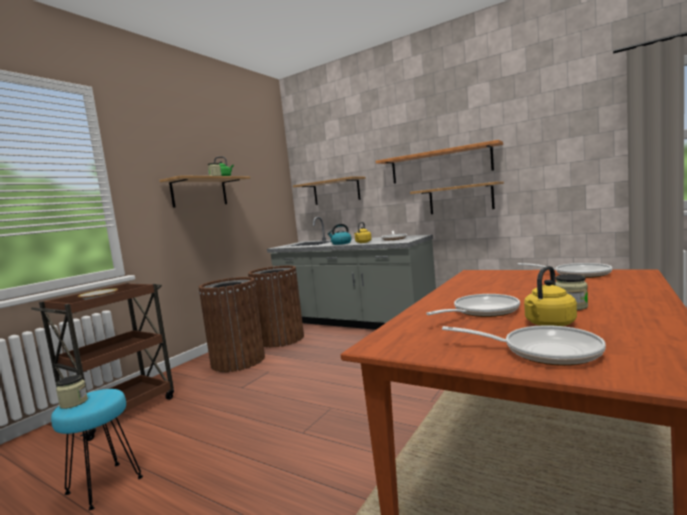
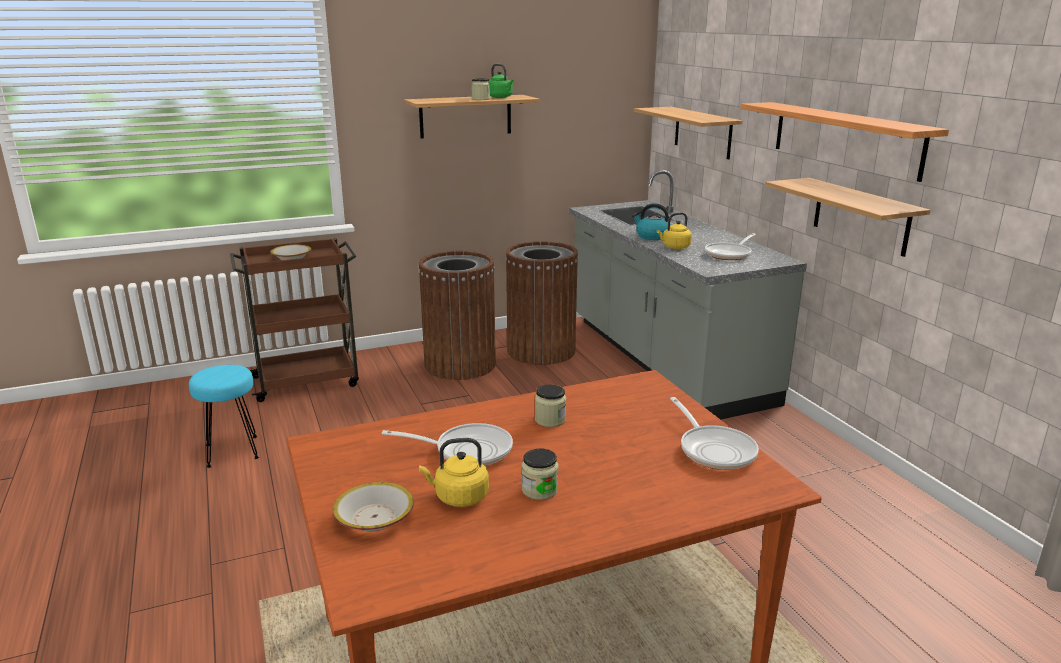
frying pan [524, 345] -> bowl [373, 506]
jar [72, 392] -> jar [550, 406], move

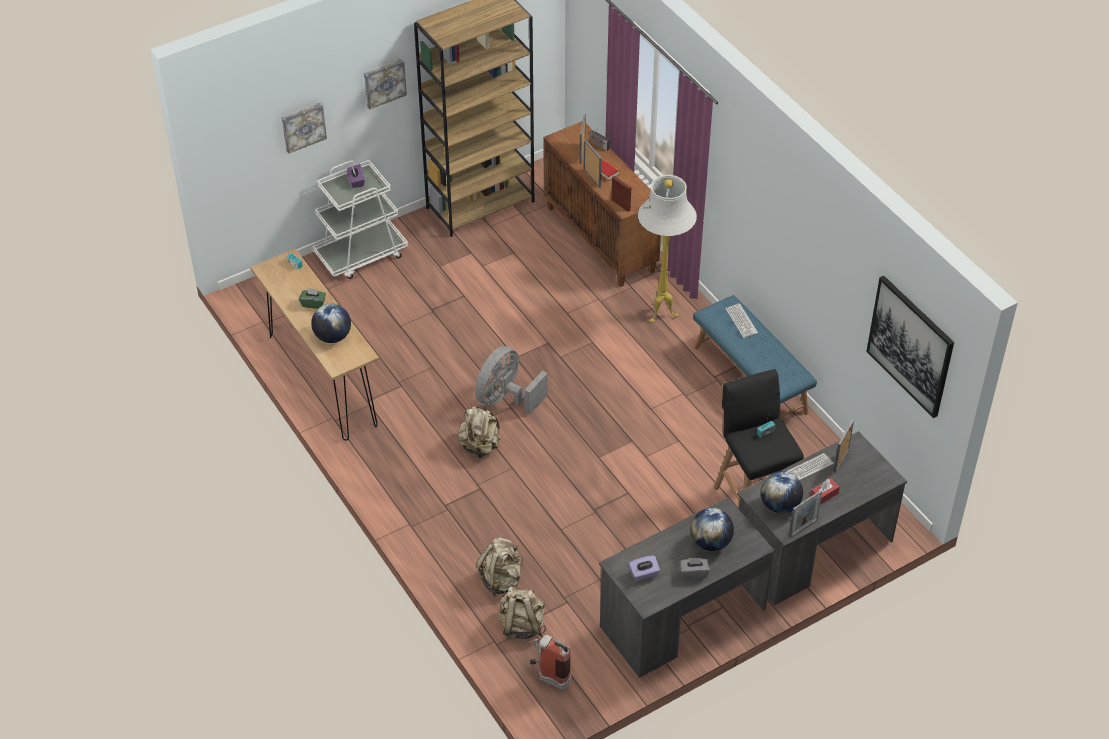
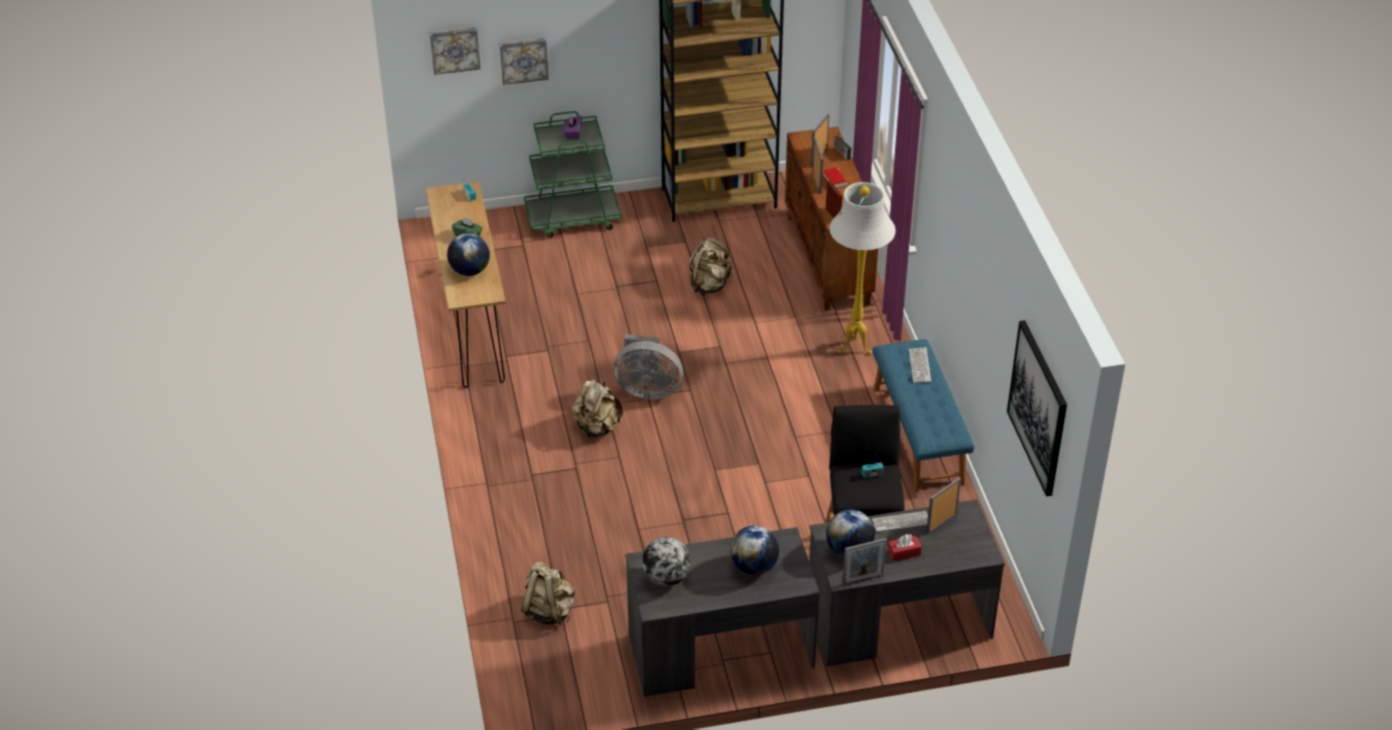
picture [385, 84] -> picture [455, 51], move
white cart [360, 219] -> green cart [573, 174]
grey fan [511, 380] -> grey fan [648, 367], 135 degrees counterclockwise
purple tissue box [644, 568] -> globe [666, 562]
beige backpack [499, 567] -> beige backpack [710, 266], move
fire extinguisher [550, 662] -> none
grey tissue box [695, 568] -> none

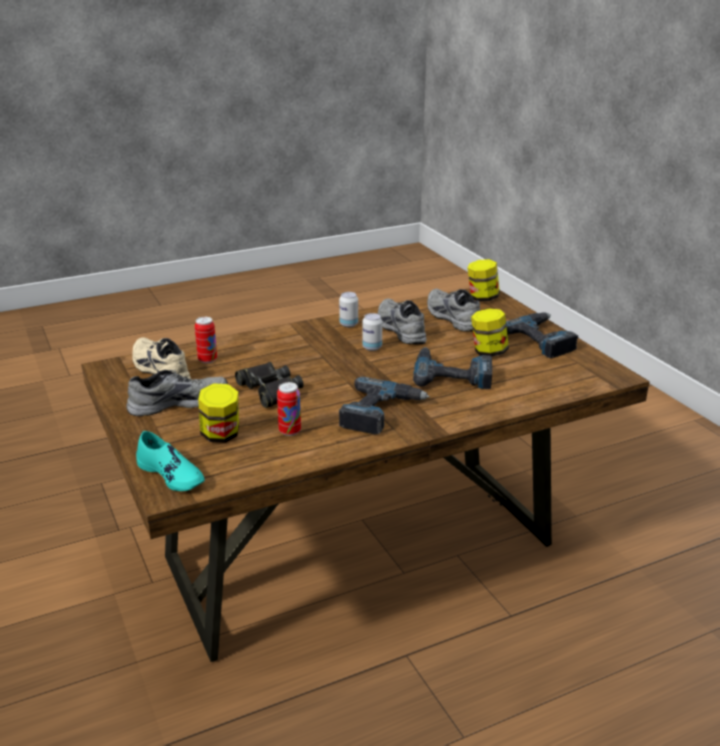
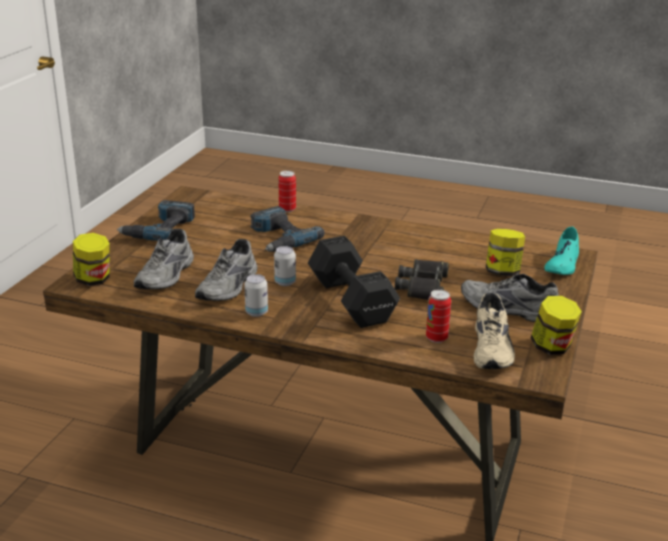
can [289, 409] -> can [287, 191], move
none -> black dumbbell [354, 282]
jar [490, 333] -> jar [556, 325], move
turquoise shoe [170, 461] -> turquoise shoe [561, 250], 150 degrees counterclockwise
power drill [384, 405] -> none

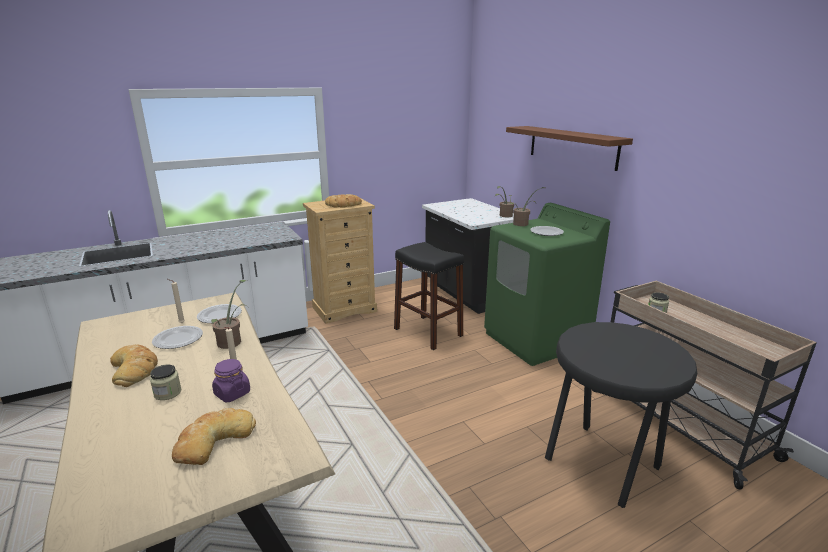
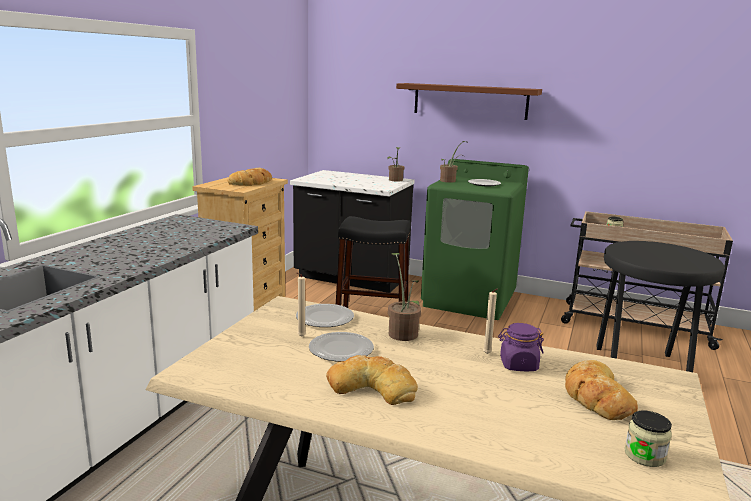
jar [165, 382] -> jar [648, 439], move

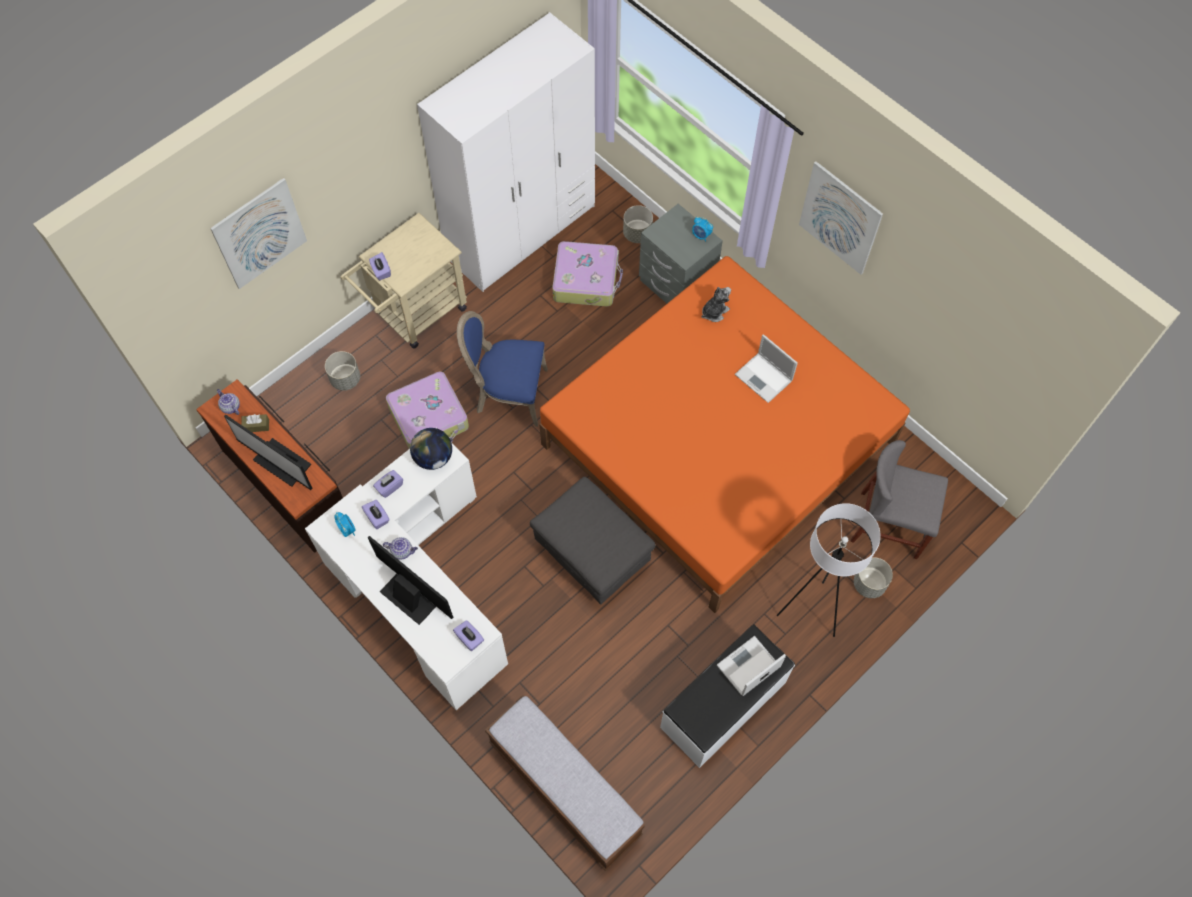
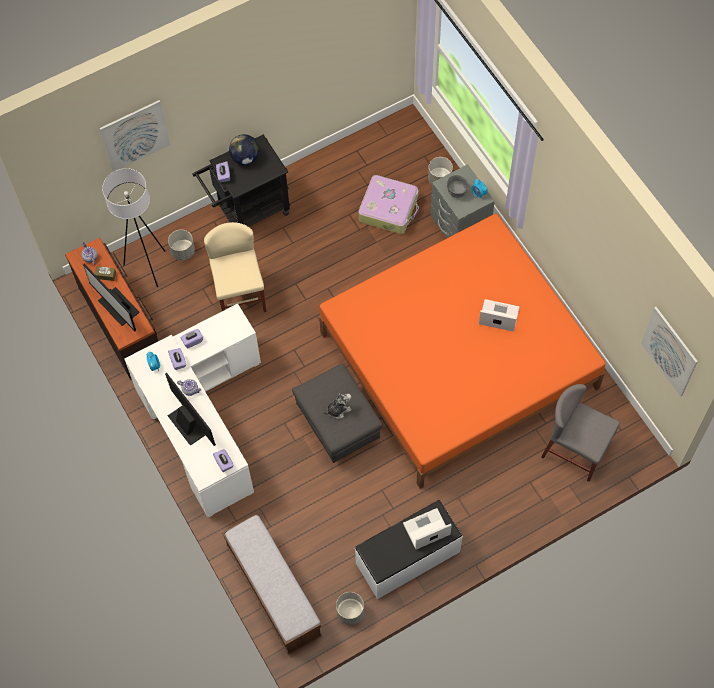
white floor lamp [829, 570] -> white floor lamp [133, 227], move
beige cart [404, 281] -> black cart [241, 181]
suitcase [427, 410] -> beige chair [235, 267]
globe [431, 449] -> globe [244, 149], move
plush toy [716, 304] -> plush toy [338, 406], move
grey planter [873, 577] -> grey planter [350, 608], move
none -> grey bowl [458, 186]
laptop [766, 368] -> laptop [499, 315], 135 degrees clockwise
picture [841, 218] -> picture [669, 352], move
white wardrobe [506, 152] -> none
blue chair [502, 369] -> none

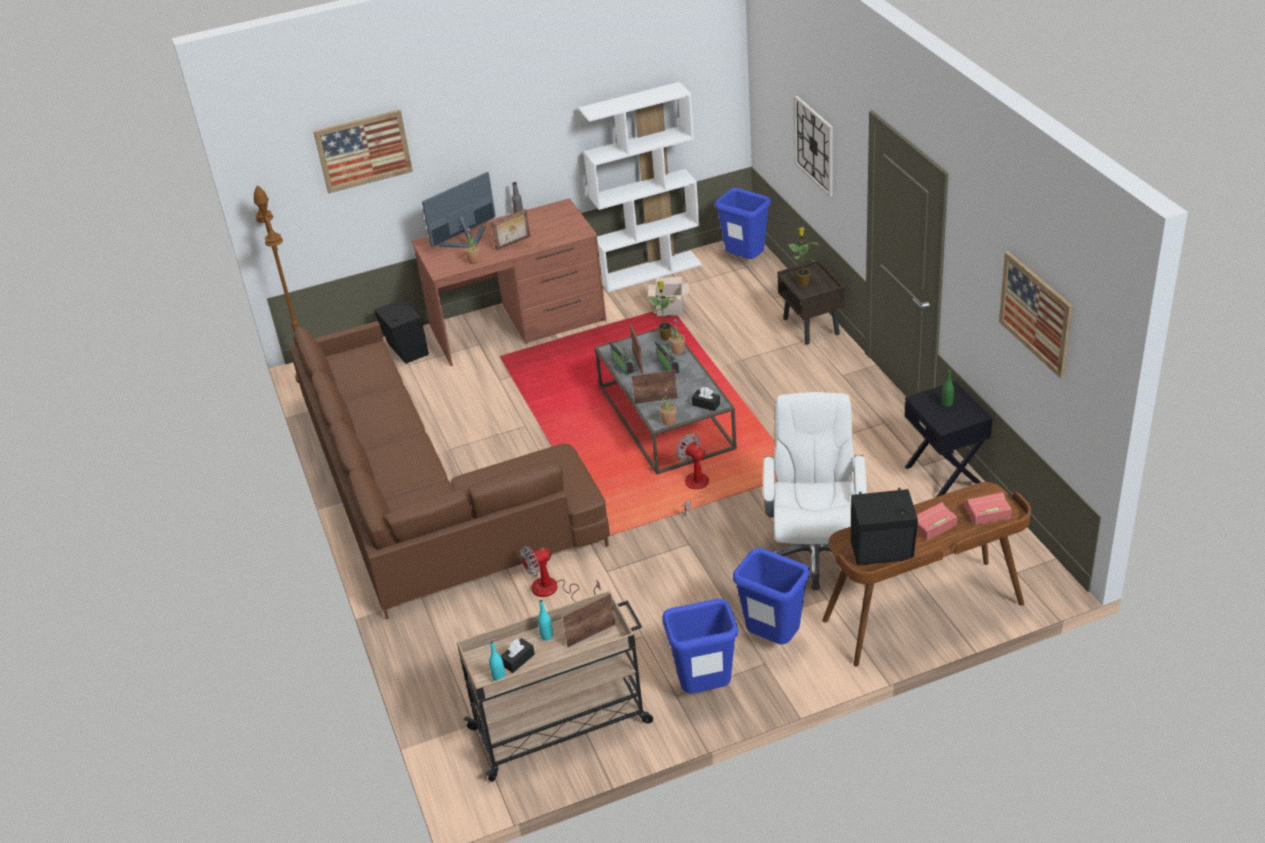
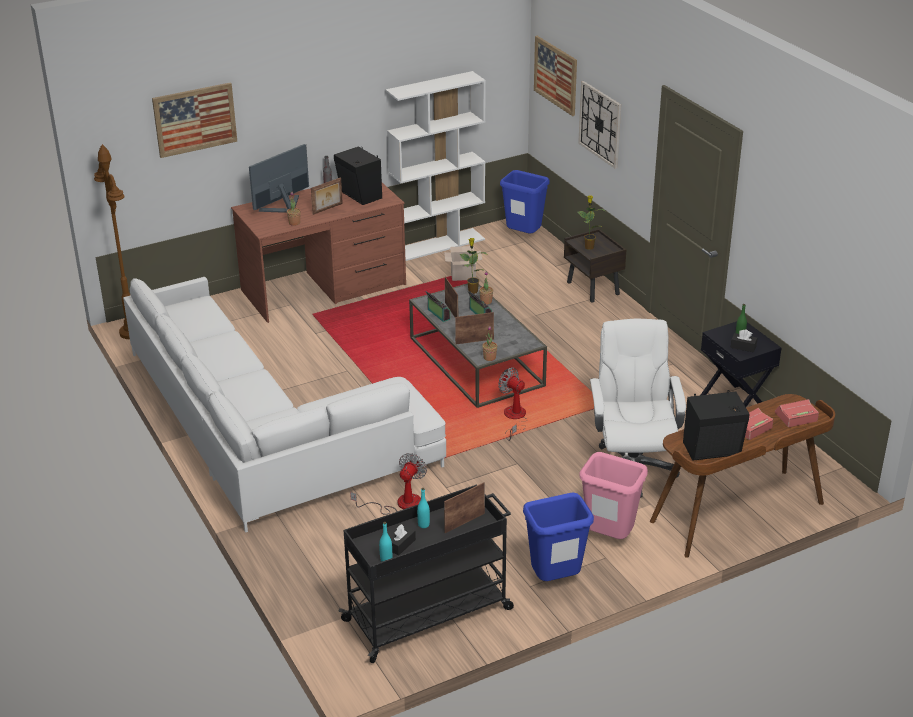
brown sofa [449, 470] -> white sofa [284, 405]
black speaker [401, 331] -> black speaker [358, 175], move
beige cart [555, 686] -> black cart [426, 573]
fan [560, 574] -> fan [388, 484], 150 degrees clockwise
picture [1036, 315] -> picture [555, 76], move
blue trash can [771, 596] -> pink trash can [613, 495]
black tissue box [706, 399] -> black tissue box [744, 340], move

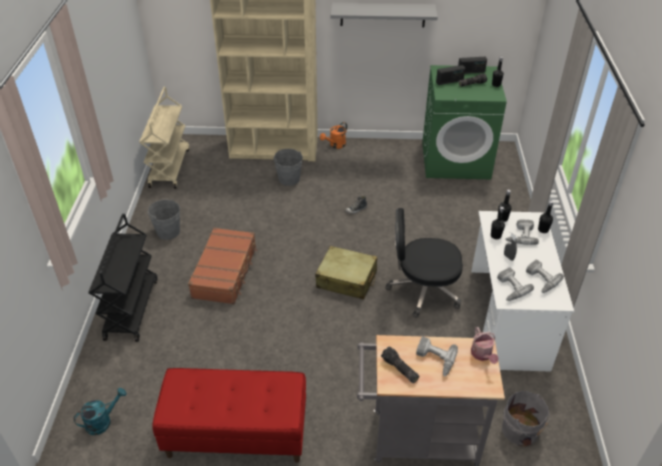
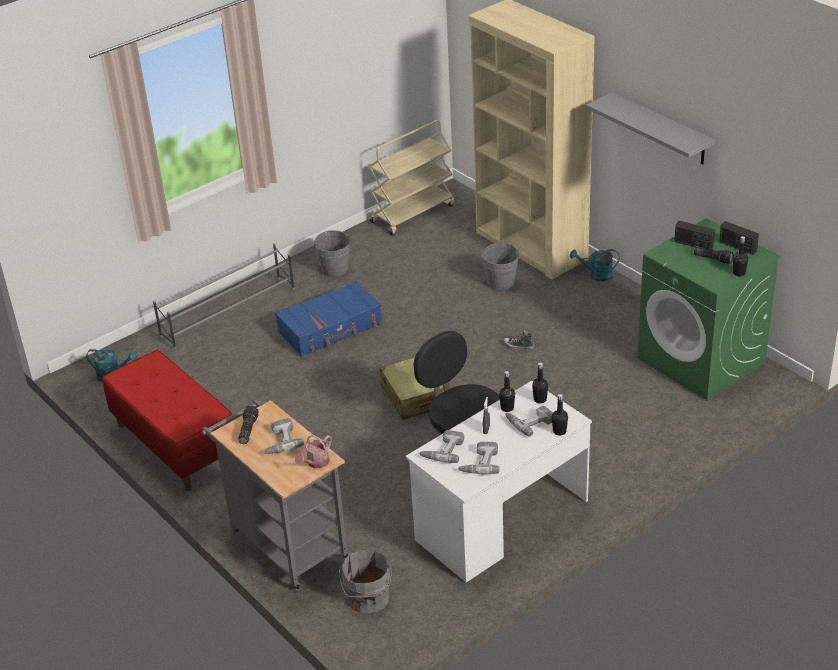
black cart [123, 278] -> grey shoe rack [224, 296]
brown suitcase [222, 266] -> blue suitcase [329, 319]
orange watering can [333, 135] -> turquoise watering can [594, 265]

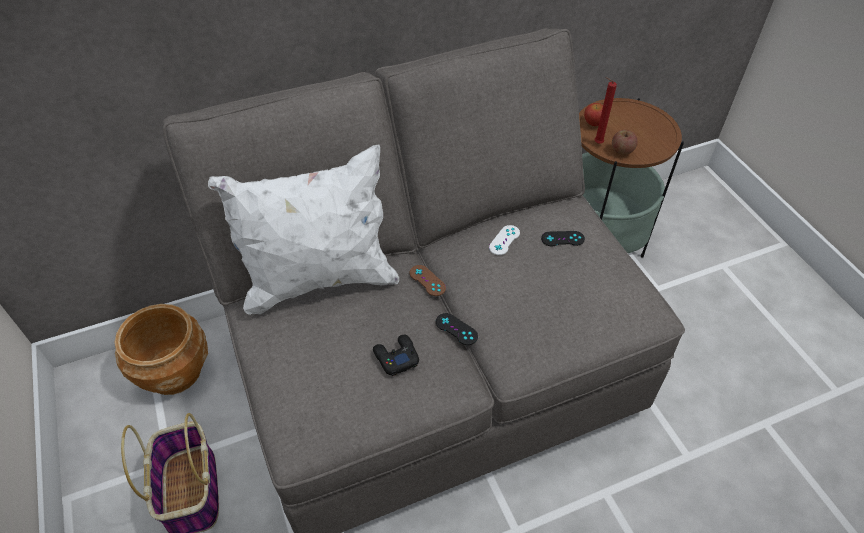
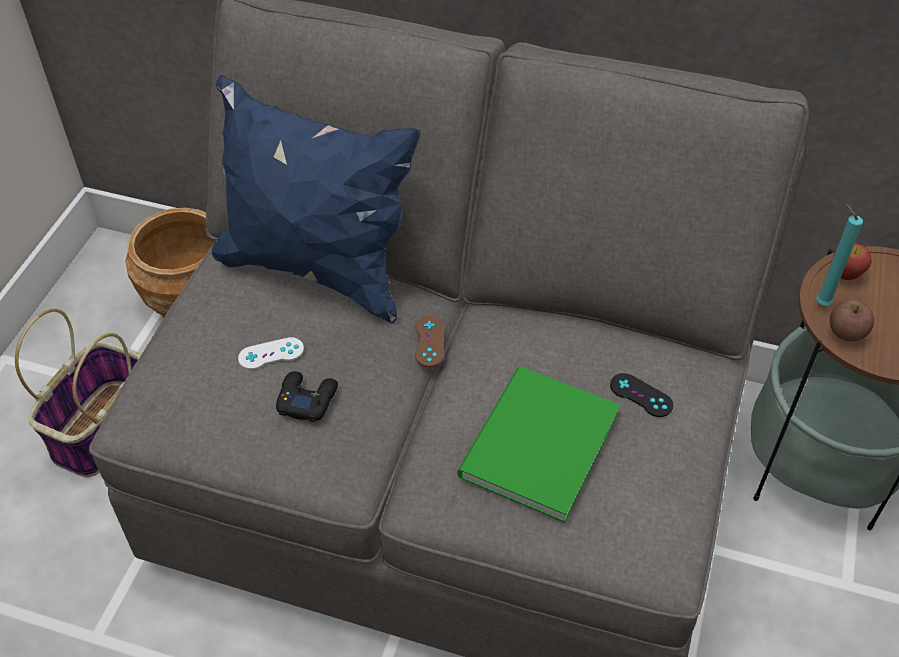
white pillow [303, 230] -> blue pillow [316, 199]
white game controller [504, 240] -> white game controller [271, 353], move
none -> green book [538, 444]
red candle [605, 110] -> turquoise candle [839, 255]
black game controller [457, 329] -> none

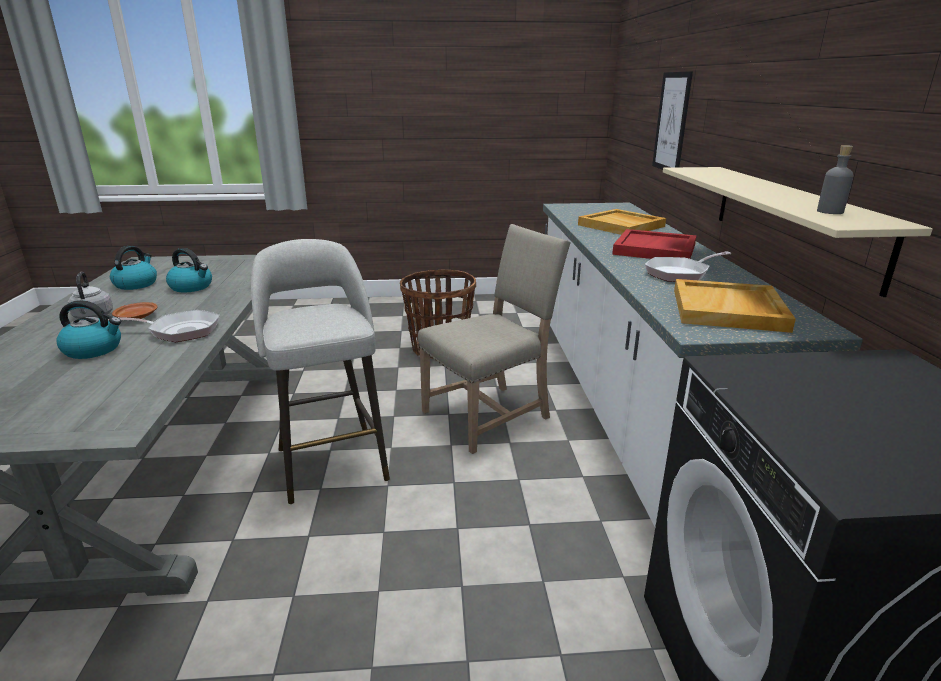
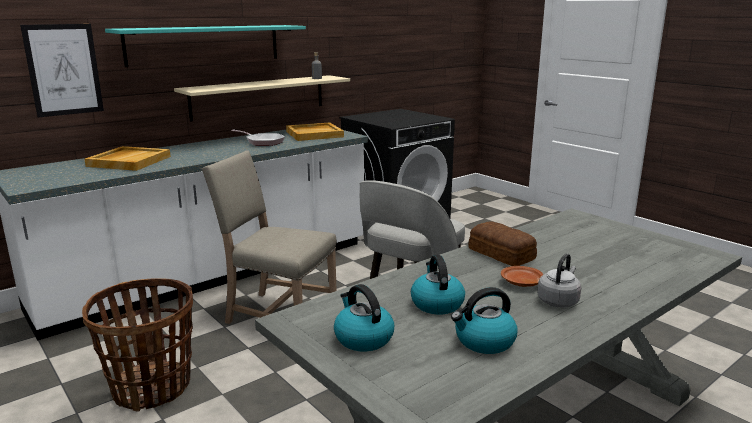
none -> turquoise shelf [205, 46]
kettle [88, 329] -> kettle [364, 318], move
frying pan [164, 326] -> bread [502, 244]
red tray [654, 244] -> none

